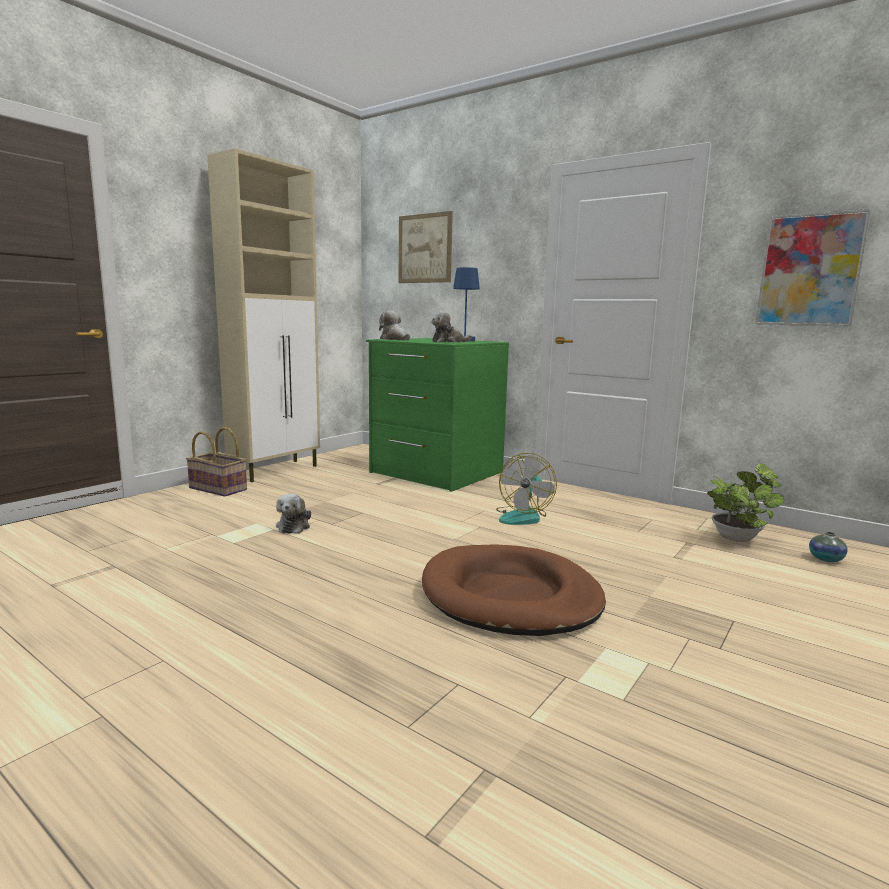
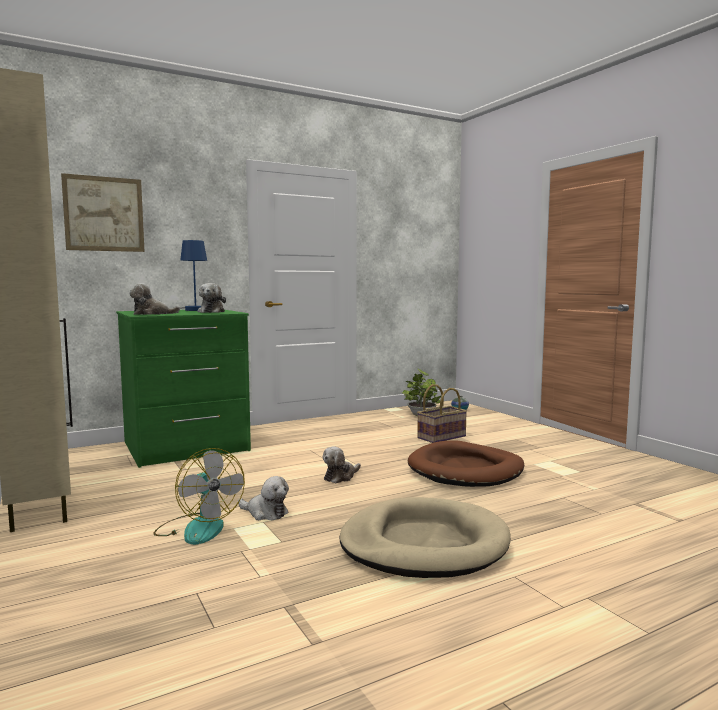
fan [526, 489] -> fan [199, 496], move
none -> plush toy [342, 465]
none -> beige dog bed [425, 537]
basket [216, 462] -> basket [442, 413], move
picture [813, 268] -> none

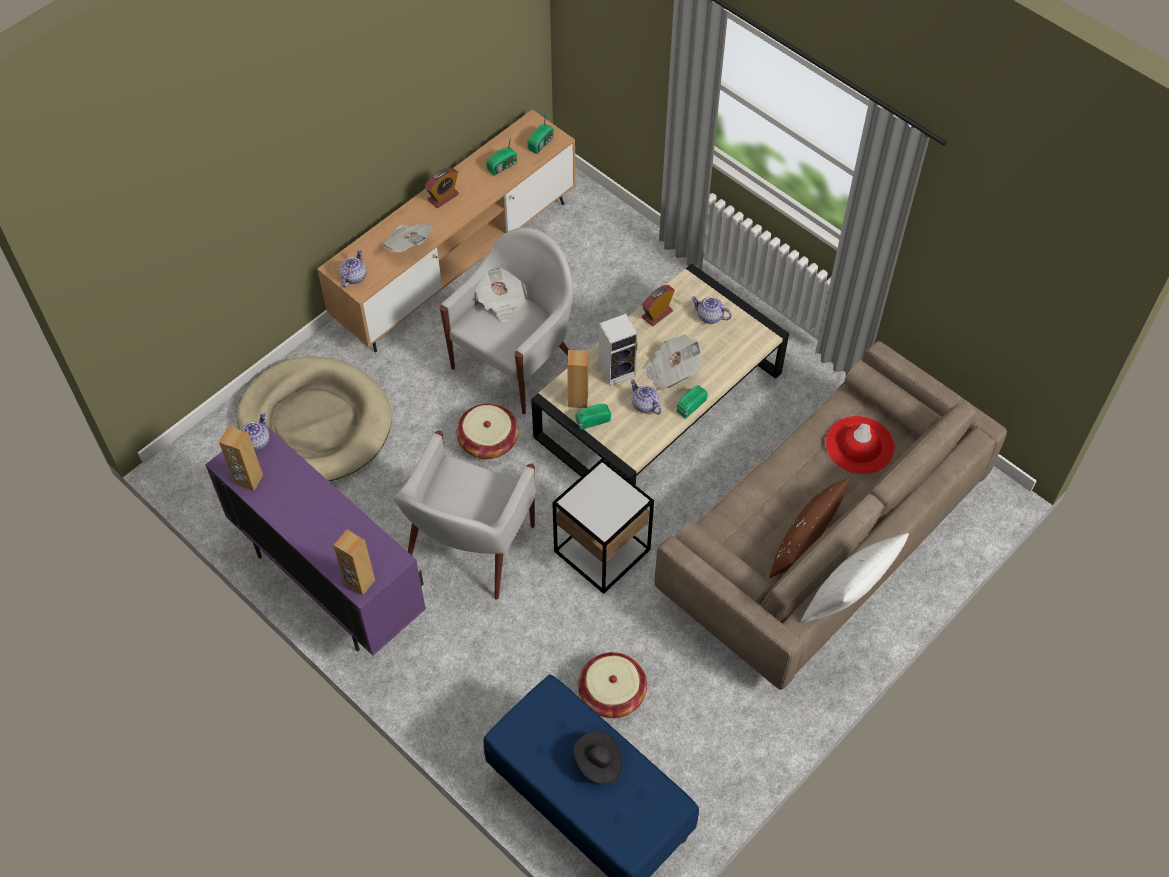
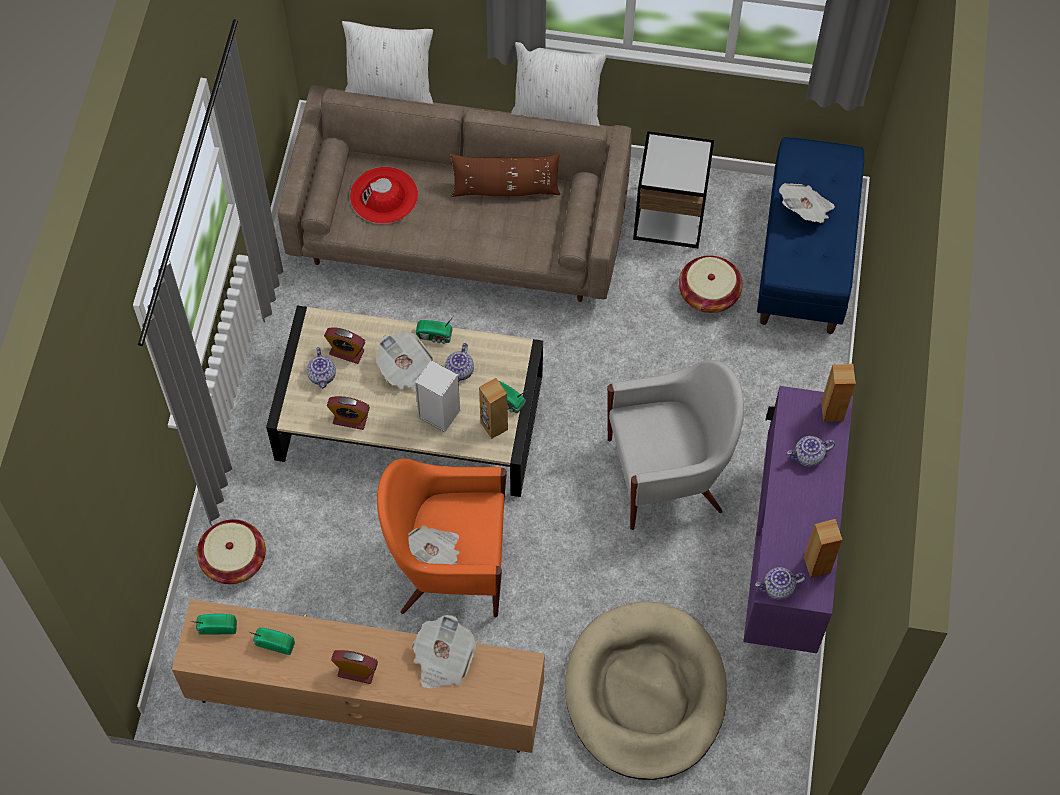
basket [487, 431] -> basket [231, 551], move
none -> alarm clock [344, 345]
none -> white pillow [387, 62]
white armchair [507, 320] -> orange armchair [442, 537]
side table [603, 526] -> side table [673, 189], move
black hat [597, 757] -> newspaper [807, 203]
teapot [353, 268] -> teapot [811, 451], move

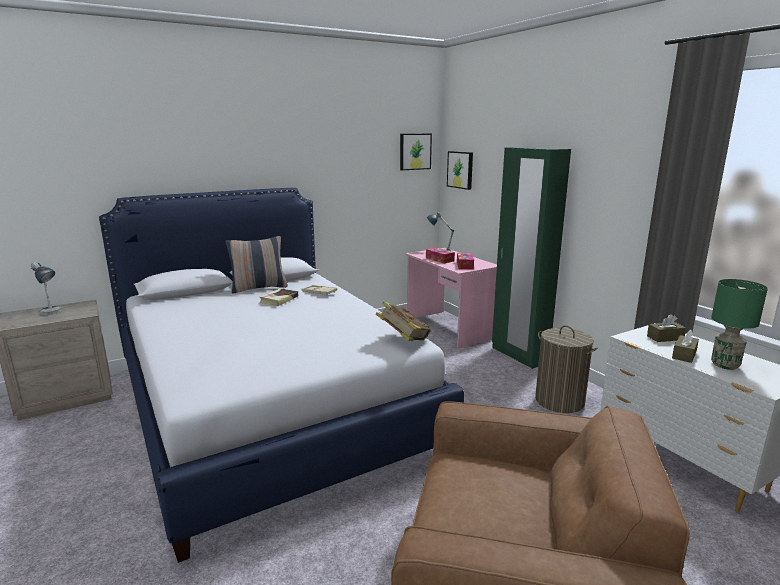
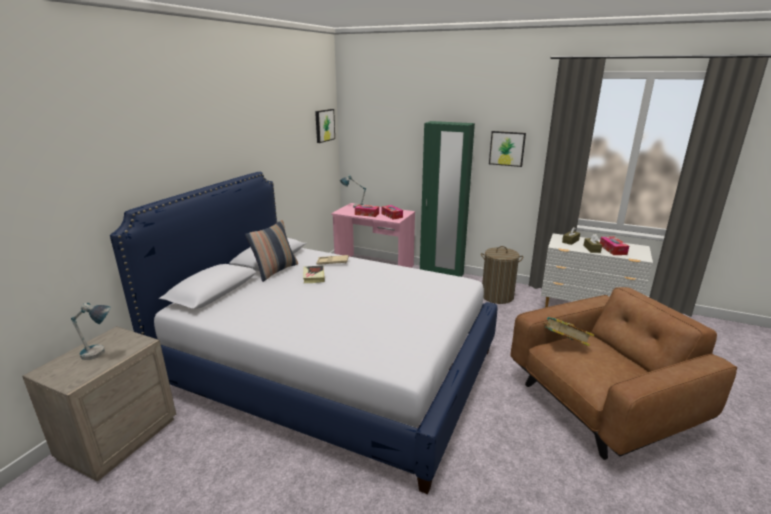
picture [460, 170] -> picture [507, 149], move
book [403, 321] -> book [568, 331], move
green table lamp [739, 324] -> tissue box [614, 245]

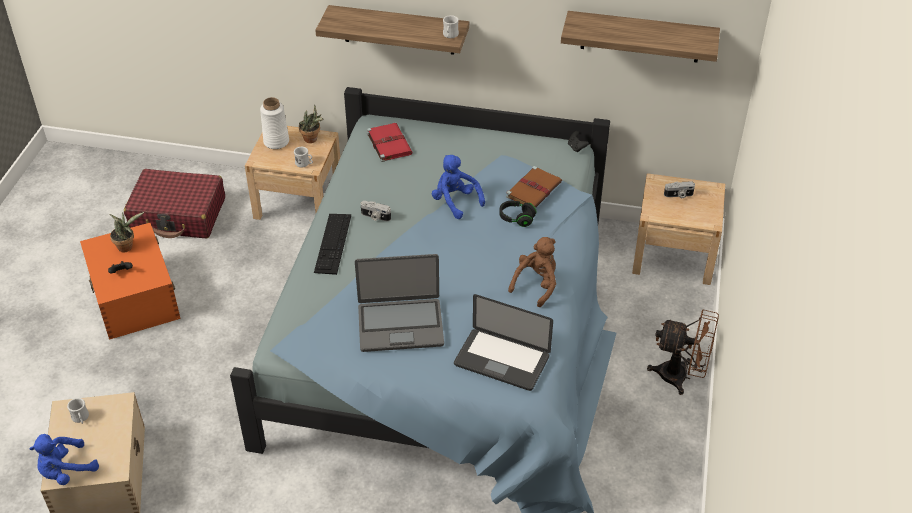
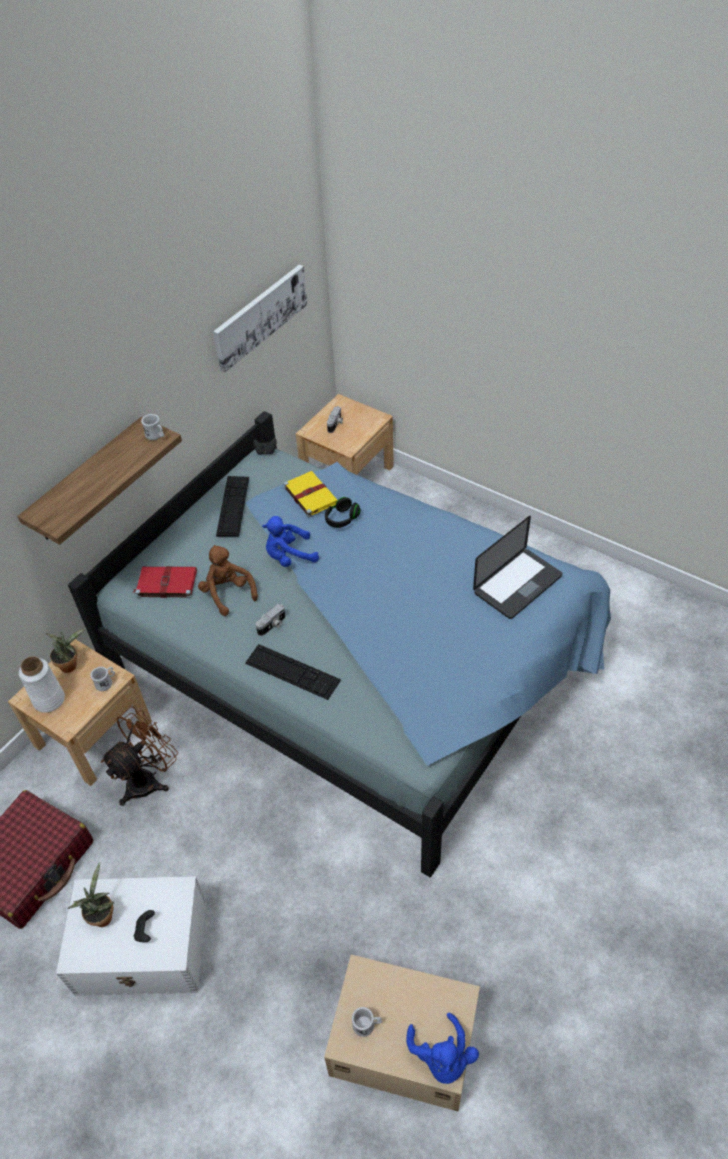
orange storage box [130, 281] -> white storage box [131, 936]
brown fan [683, 352] -> brown fan [139, 756], move
brown plush toy [532, 272] -> brown plush toy [228, 580], move
shelf [640, 37] -> picture [260, 319]
none -> keyboard [232, 506]
brown book [534, 187] -> yellow book [311, 494]
laptop [399, 303] -> none

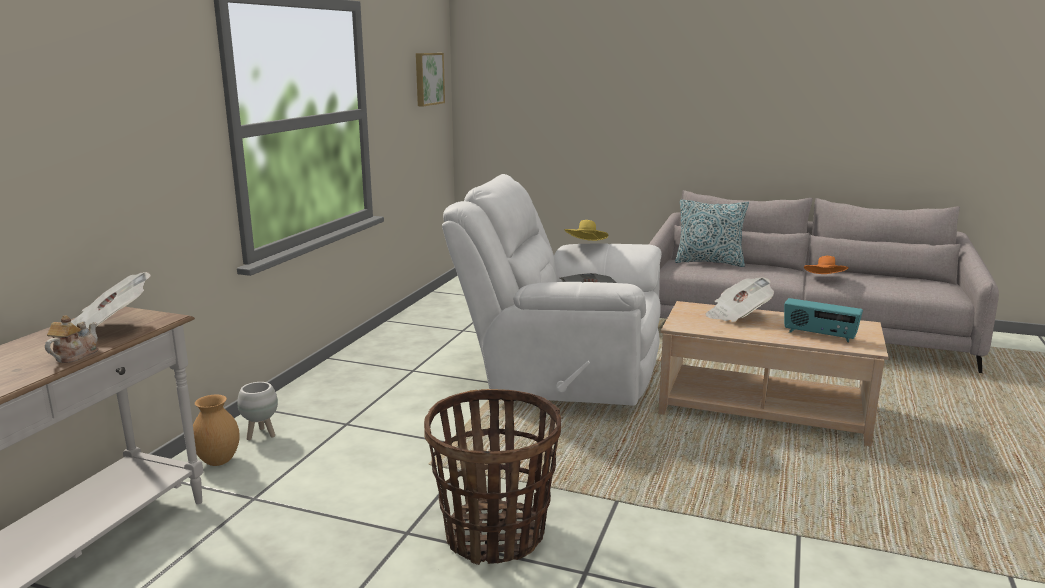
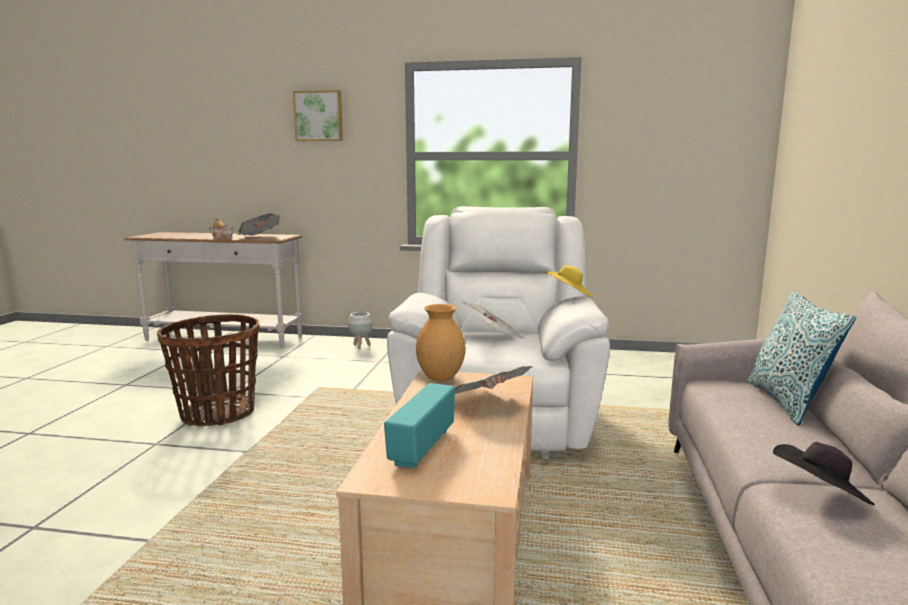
picture [430, 79] -> picture [318, 115], move
brown vase [216, 430] -> brown vase [440, 342], move
orange hat [826, 265] -> black hat [824, 473]

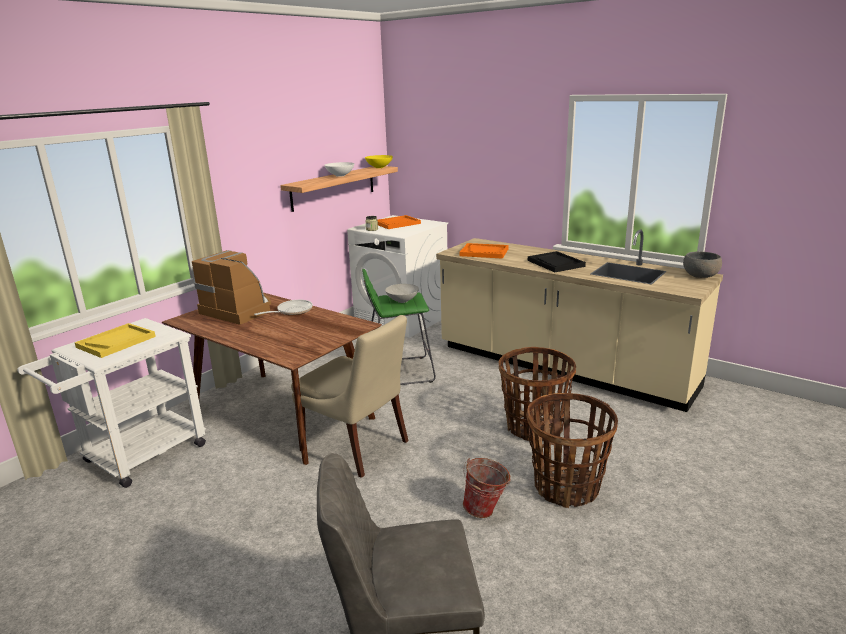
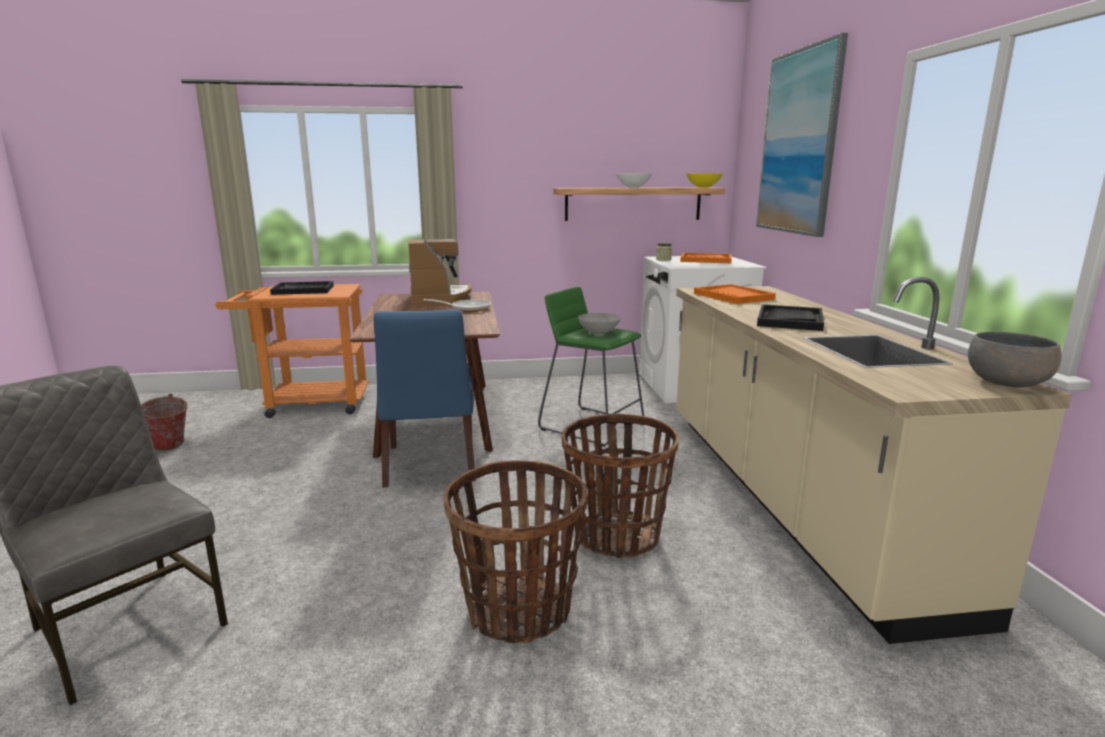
bucket [487, 488] -> bucket [164, 422], move
white cart [111, 403] -> orange cart [292, 351]
yellow tray [115, 340] -> black tray [302, 288]
beige chair [350, 396] -> blue chair [424, 398]
none -> picture [802, 135]

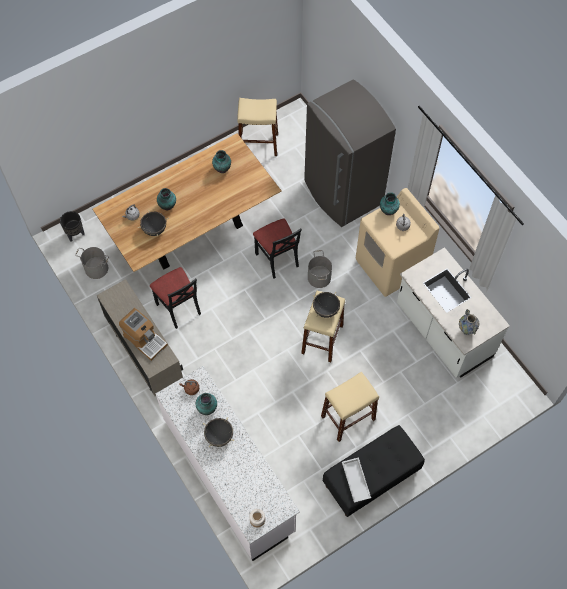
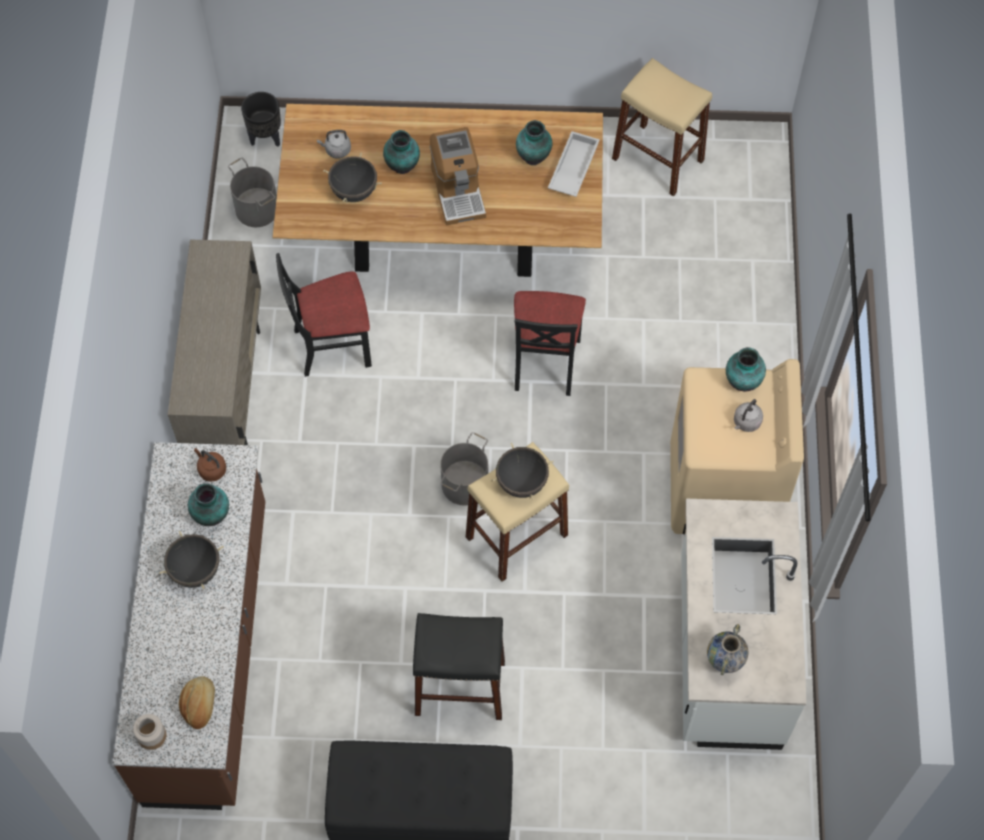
white counter [228, 463] -> brown counter [188, 626]
none -> bread [197, 702]
black chair [175, 298] -> black chair [324, 315], 75 degrees clockwise
beige stool [350, 407] -> black stool [459, 666]
coffee machine [143, 334] -> coffee machine [458, 176], move
grey bucket [320, 269] -> grey bucket [464, 469], move
white tray [356, 480] -> white tray [574, 164], move
grey fridge [350, 153] -> none

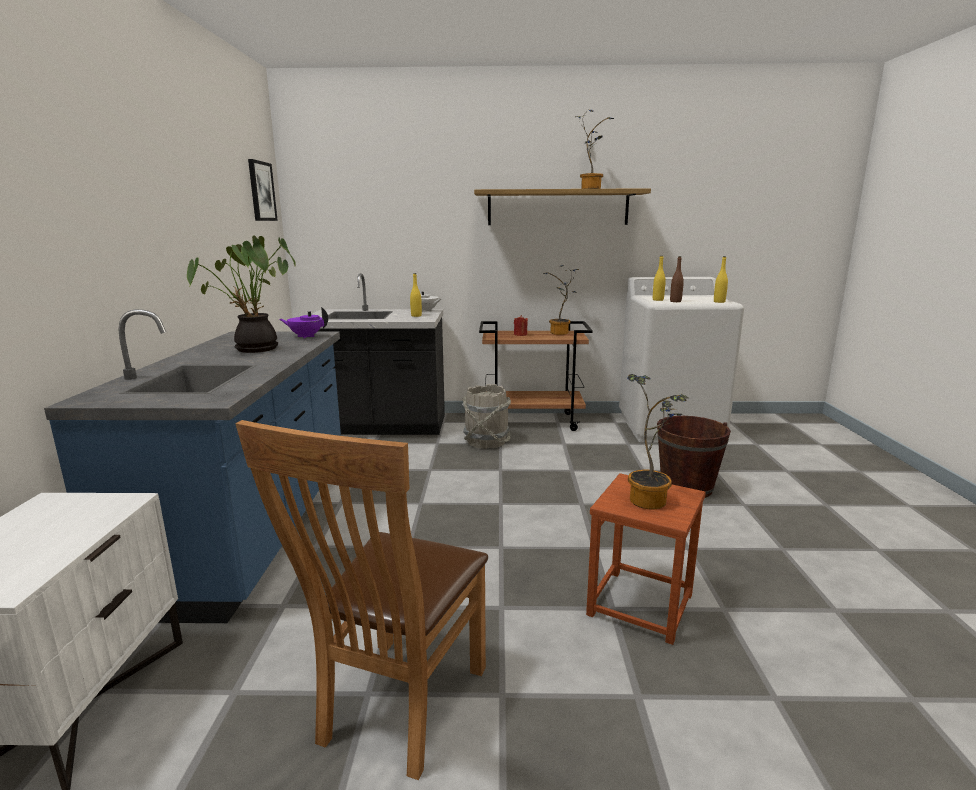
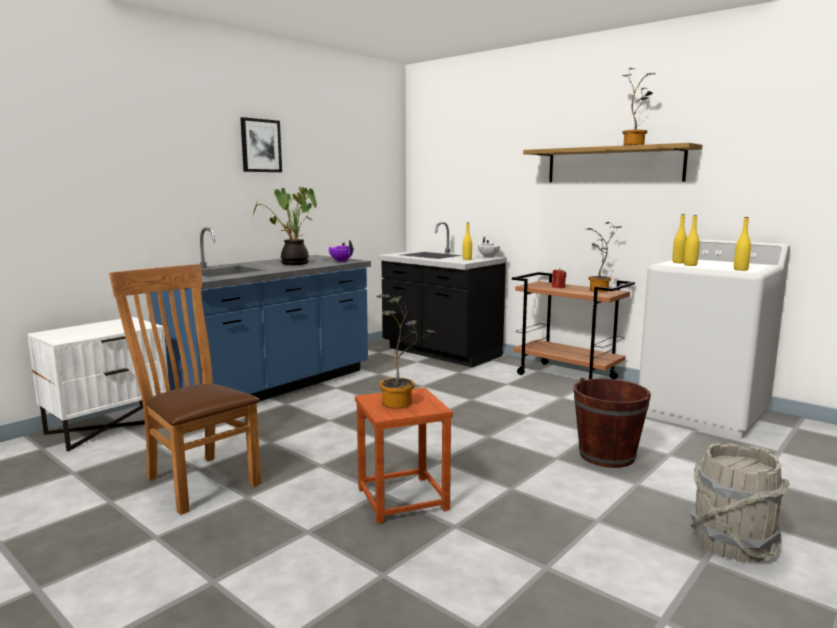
brown chair [361, 600] -> brown chair [185, 389], 75 degrees clockwise
picture [263, 190] -> picture [261, 144], move
brown bottle [677, 279] -> yellow bottle [692, 240]
grey bucket [486, 416] -> grey bucket [740, 502], move

